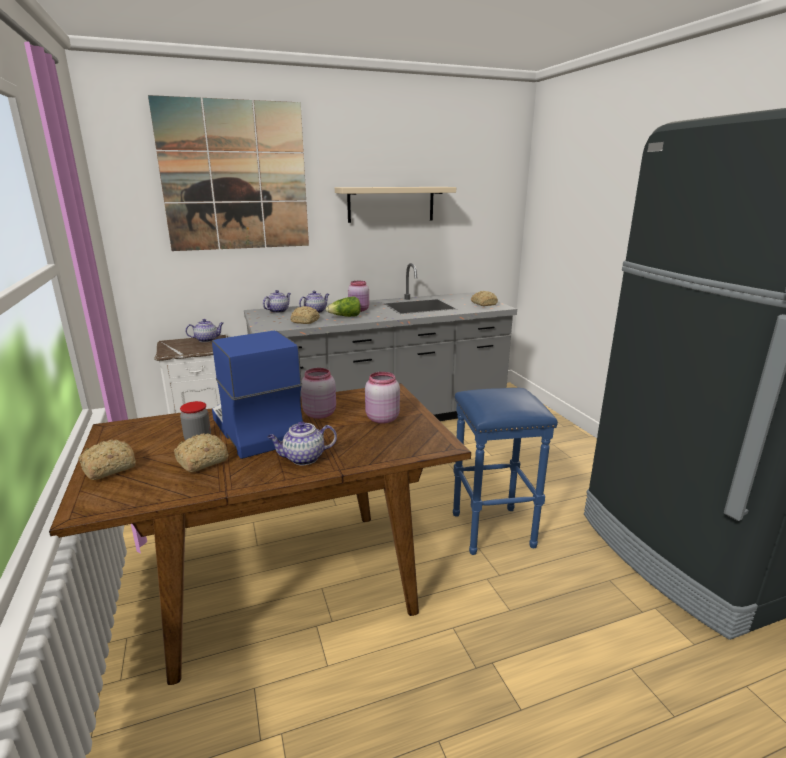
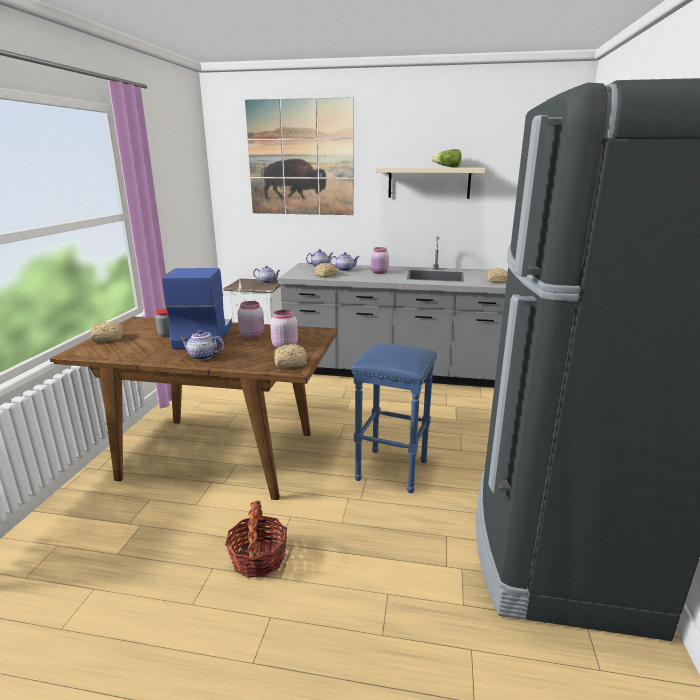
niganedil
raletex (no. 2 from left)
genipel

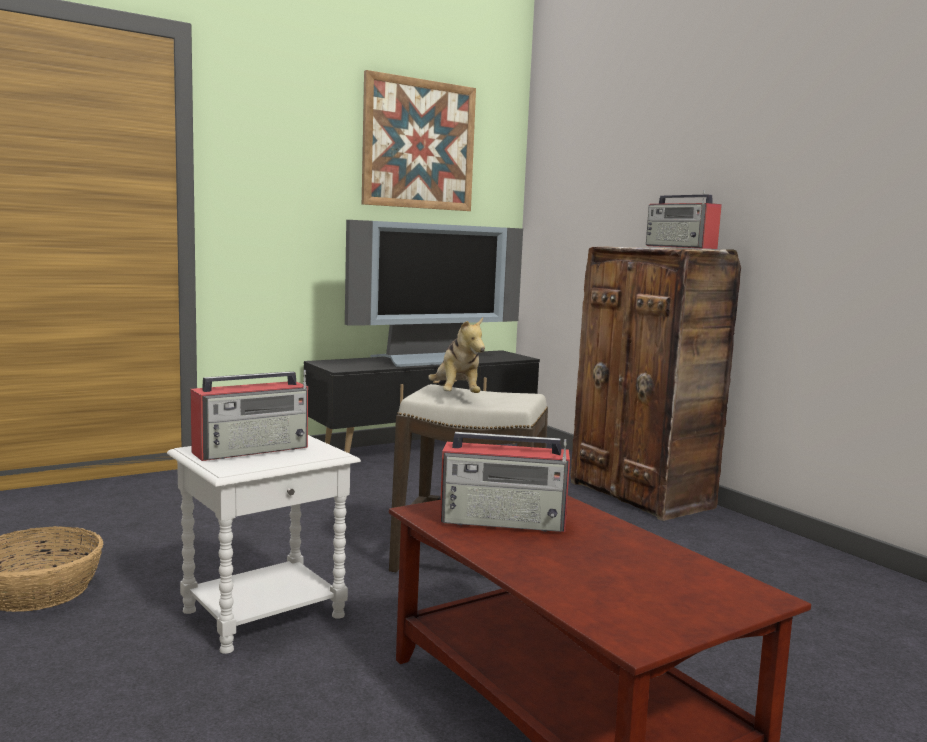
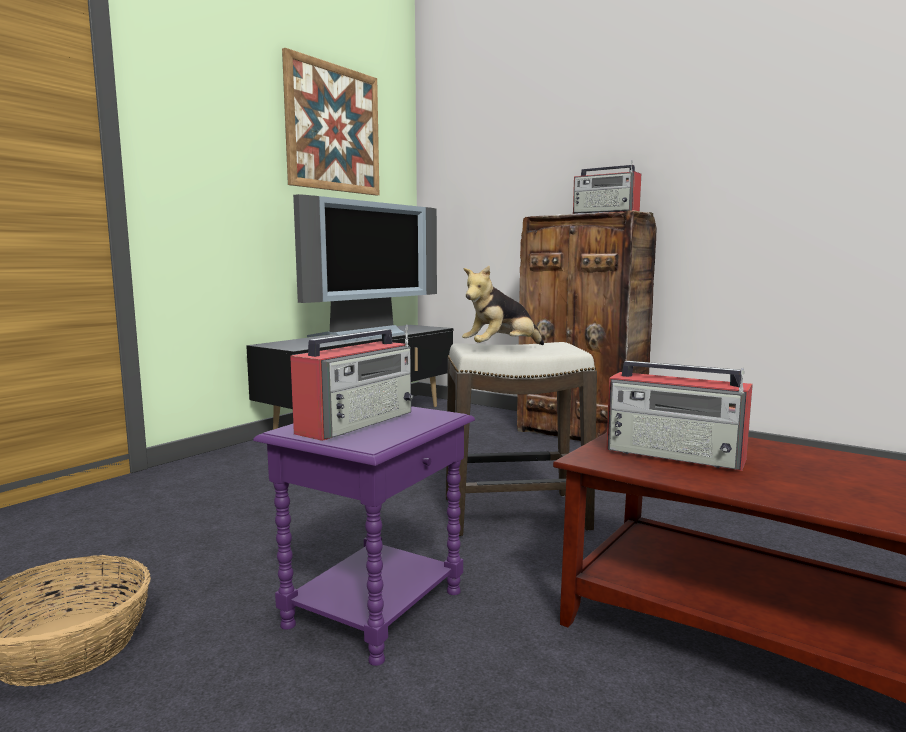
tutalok
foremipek (no. 3 from left)
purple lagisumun

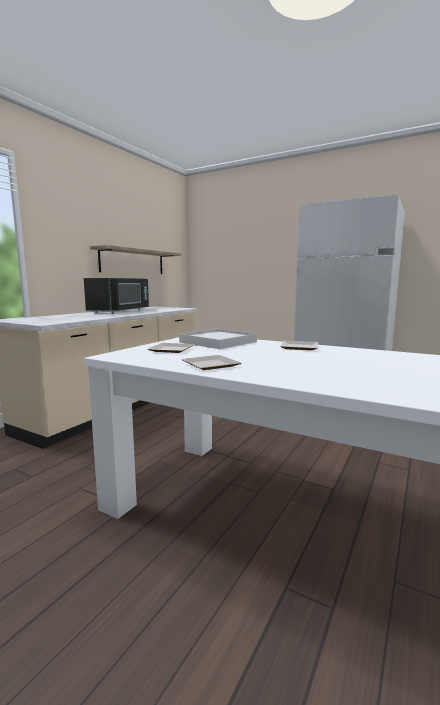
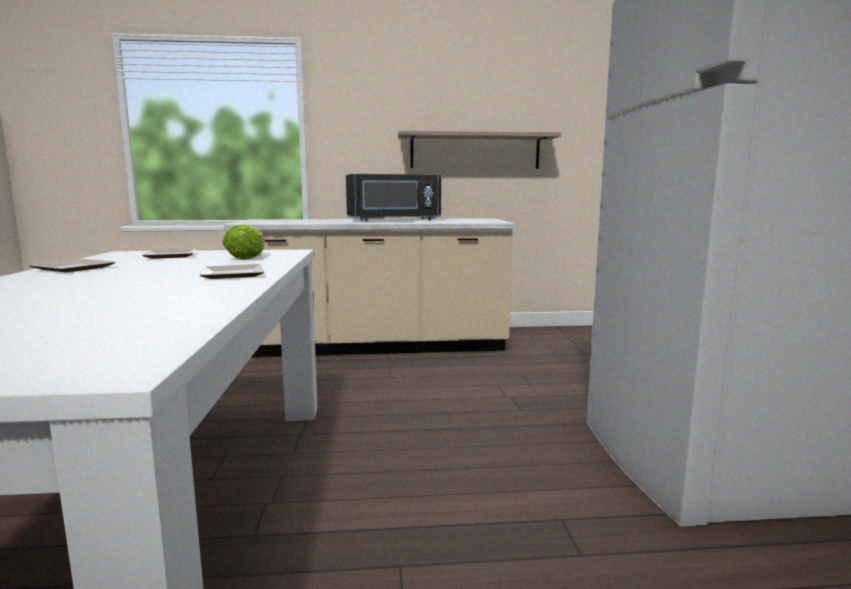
niganedil

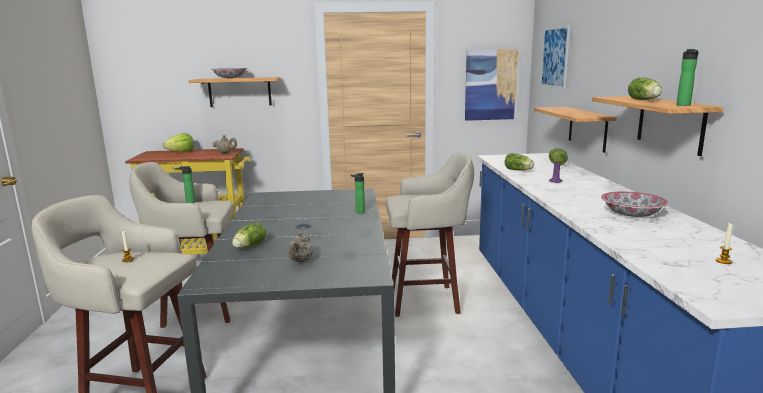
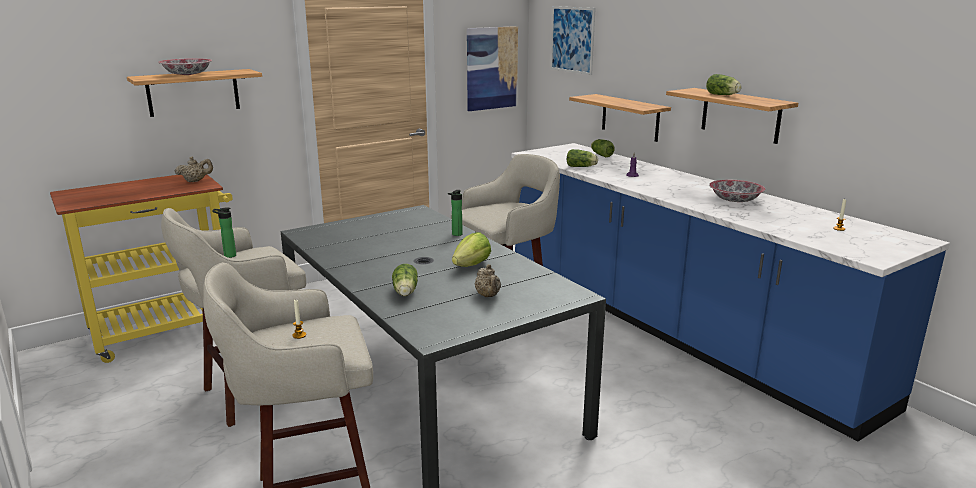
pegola (no. 3 from left in the first image)
niganedil (no. 2 from left)

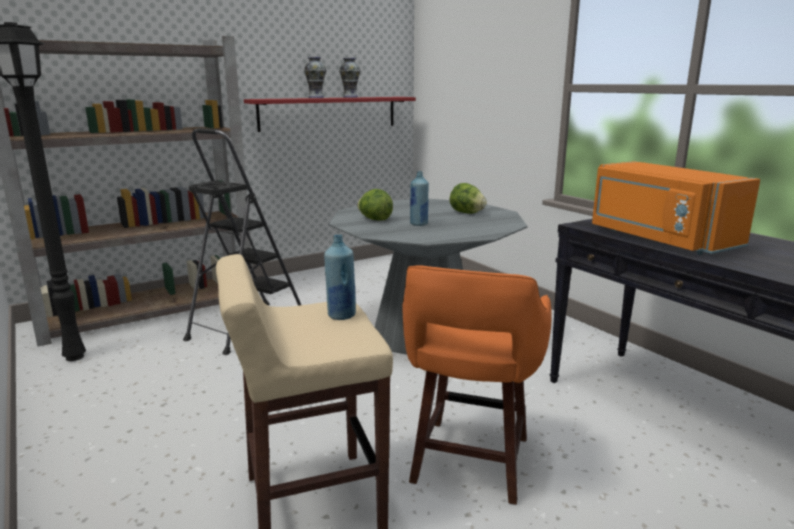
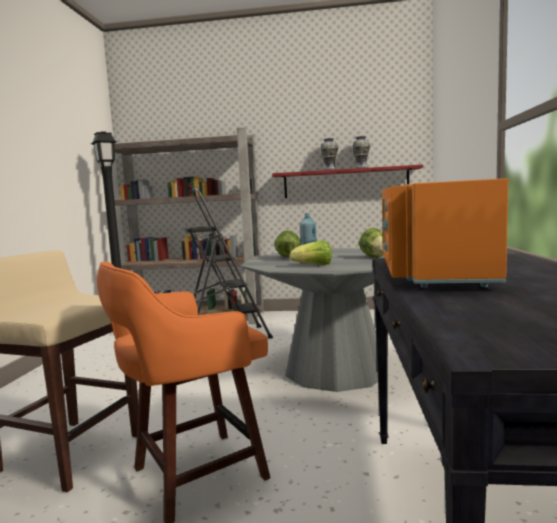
blue pegola (no. 1 from left in the first image)
niganedil (no. 2 from left)

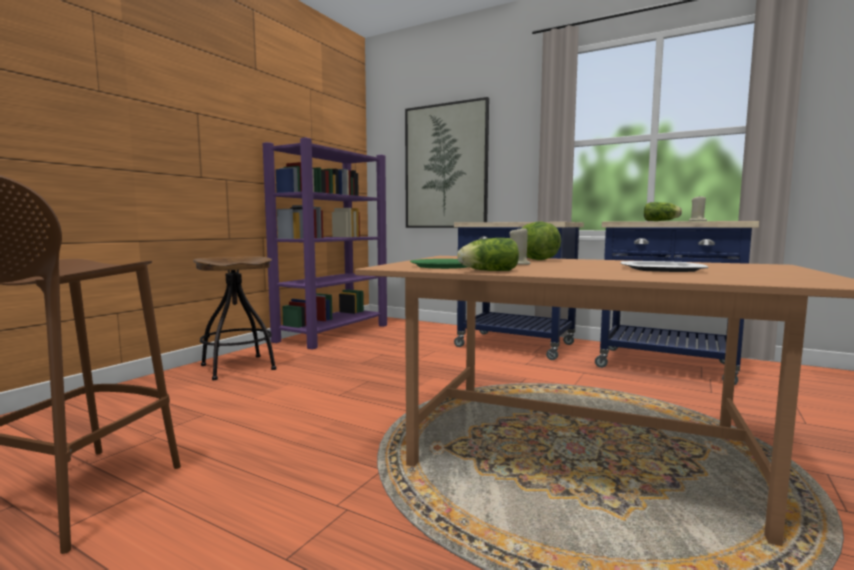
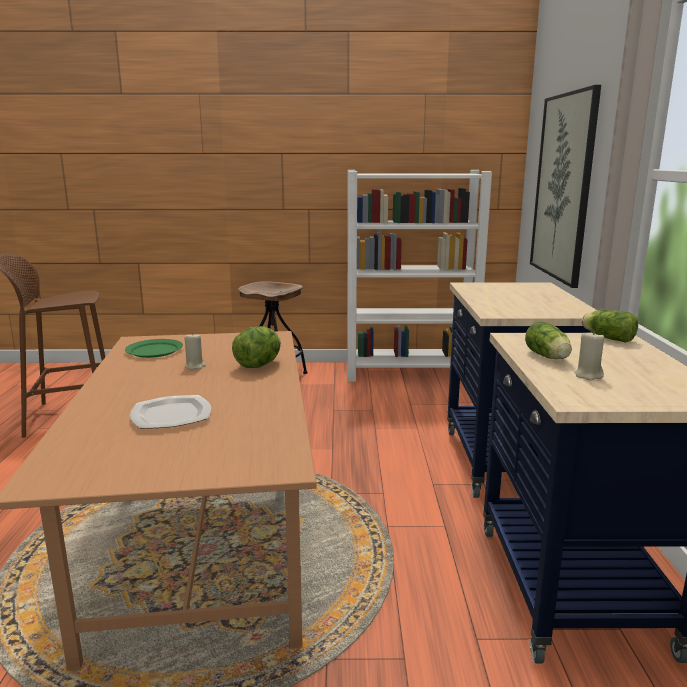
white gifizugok
niganedil (no. 3 from left)

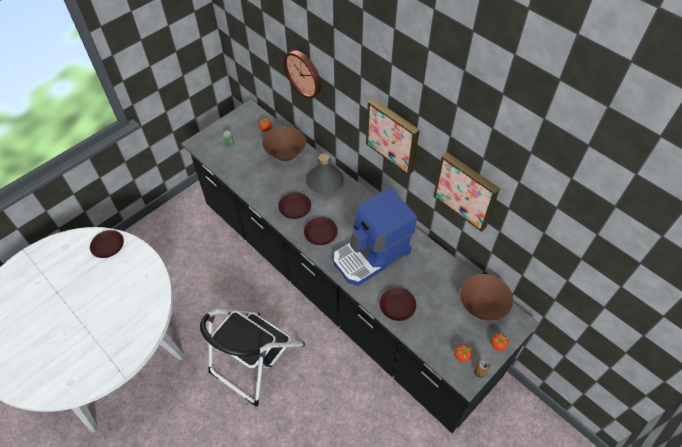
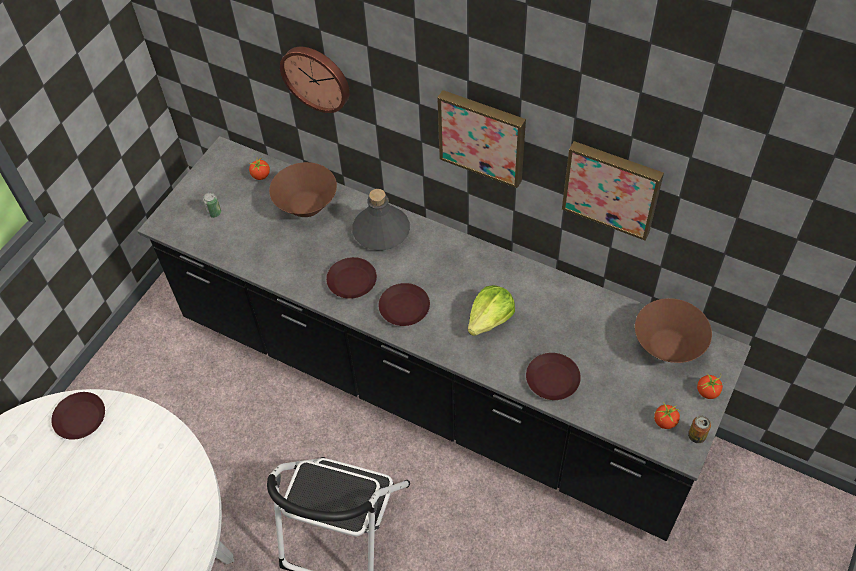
niganedil

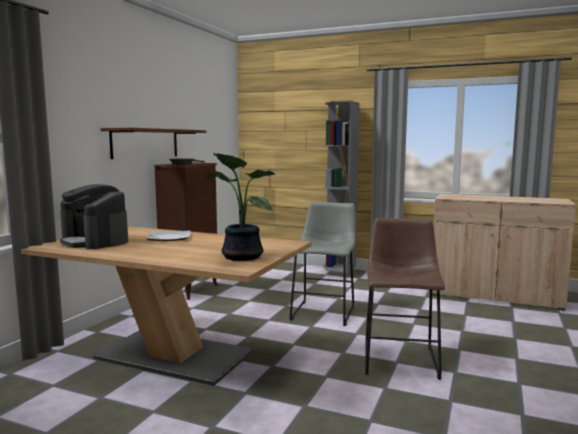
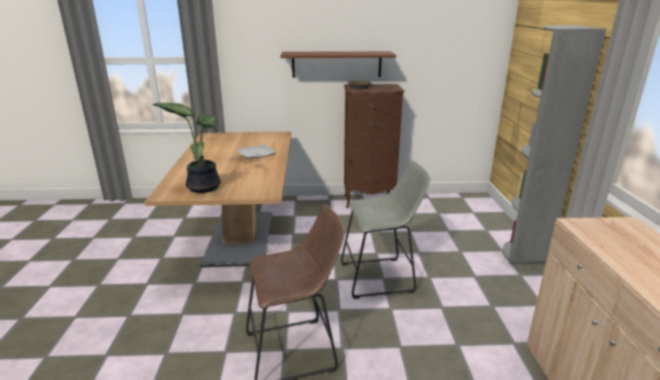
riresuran

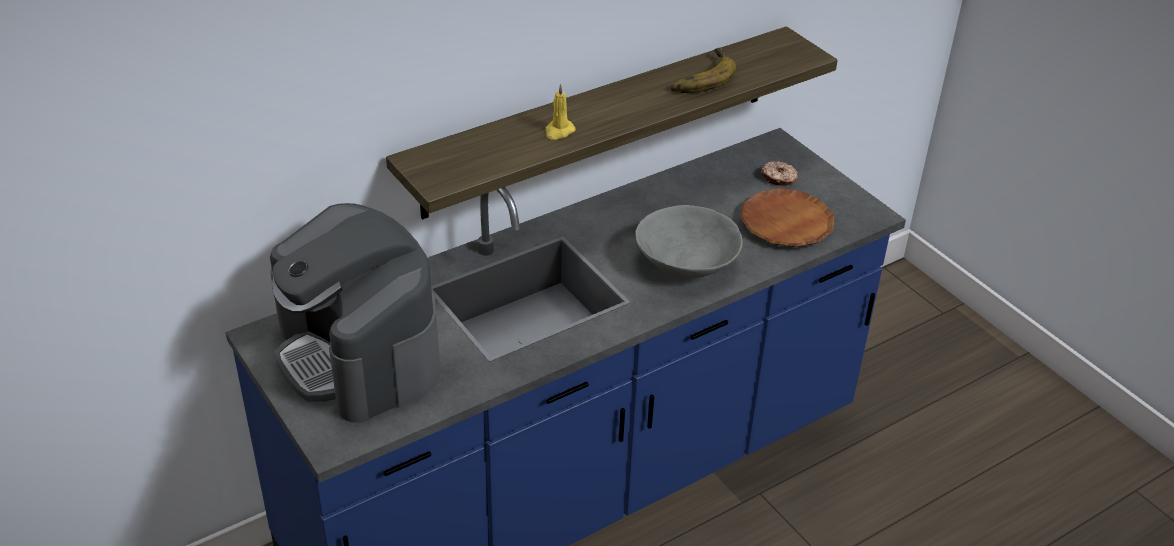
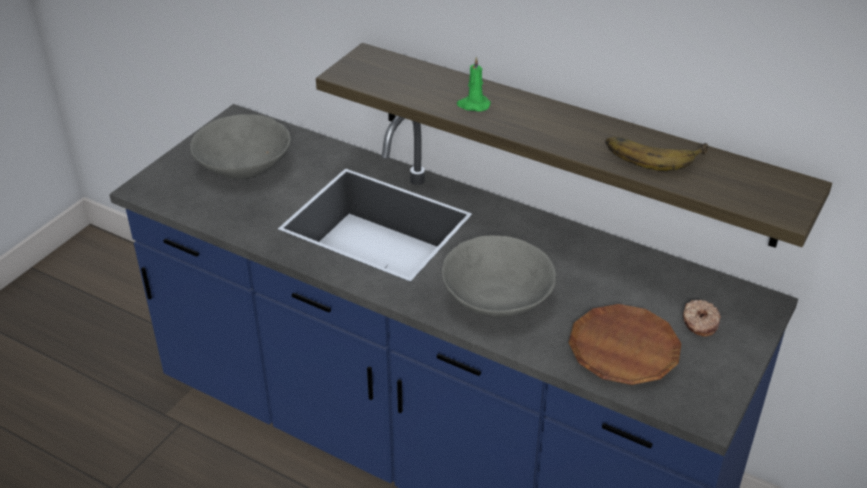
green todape
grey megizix (no. 1 from left)

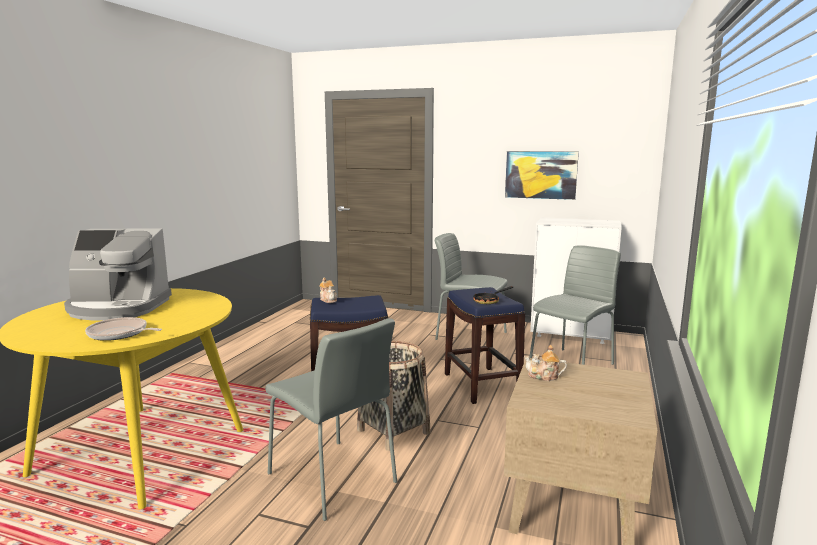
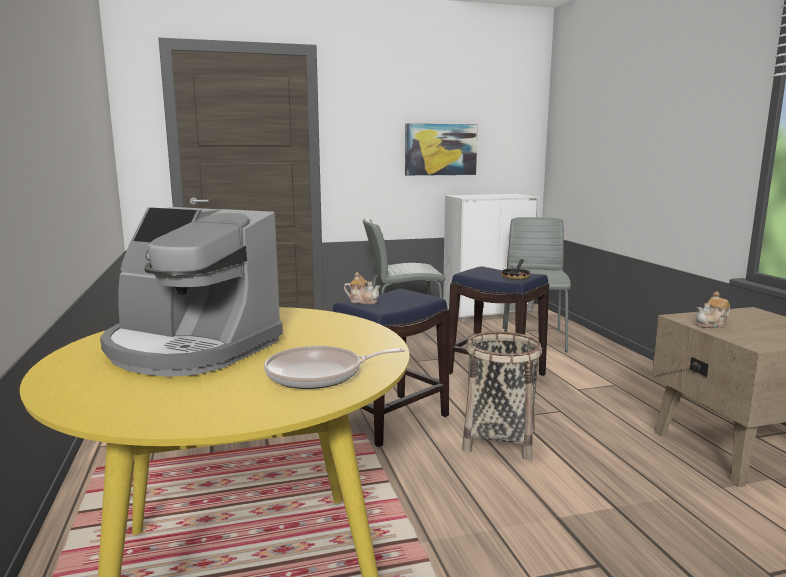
riresuran
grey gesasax (no. 1 from left in the first image)

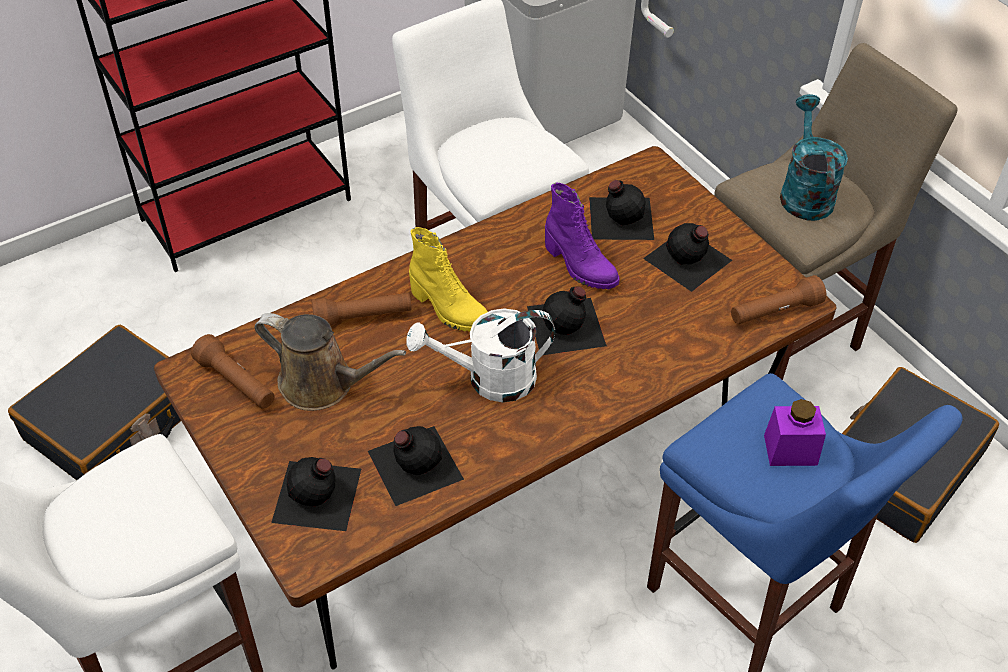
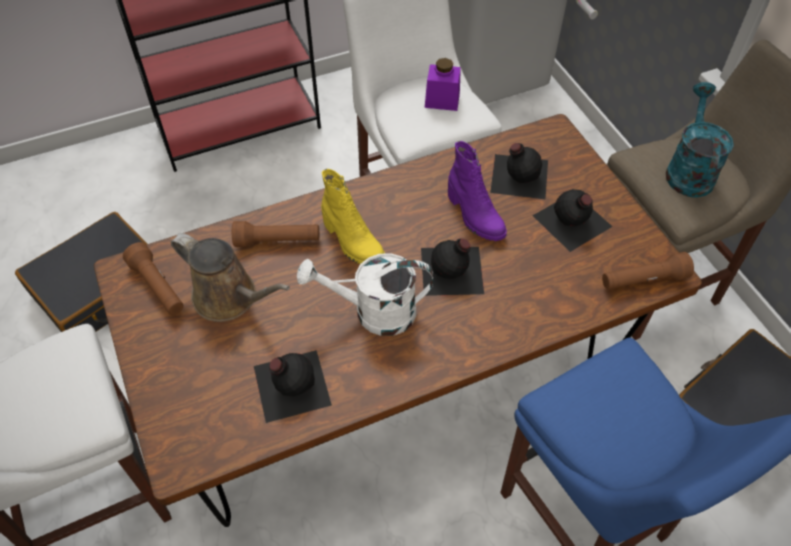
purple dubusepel
black pegola (no. 1 from left in the first image)

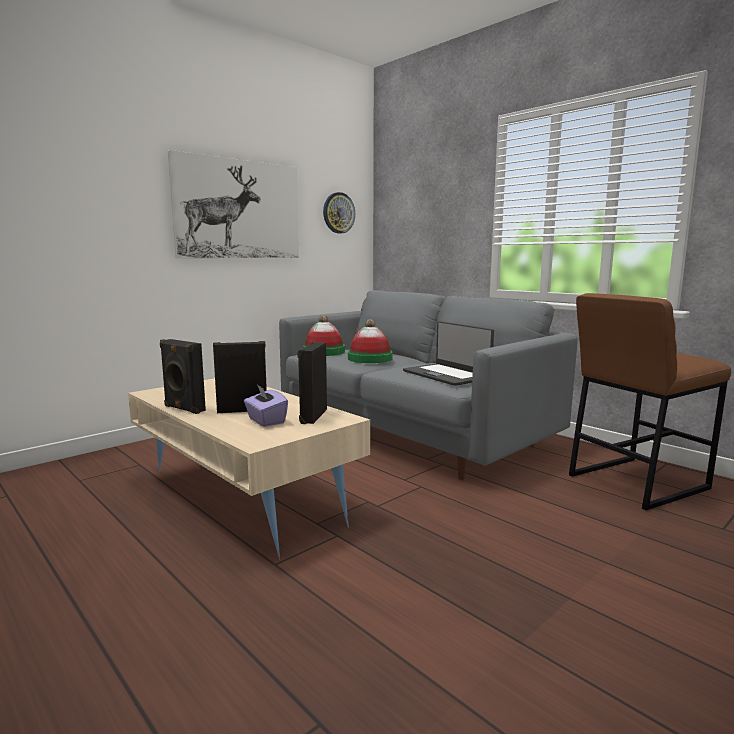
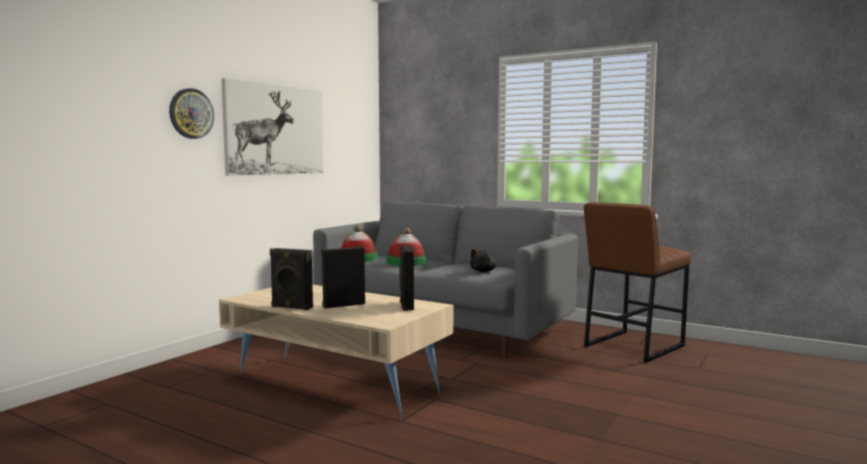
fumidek
black tutalok
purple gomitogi

